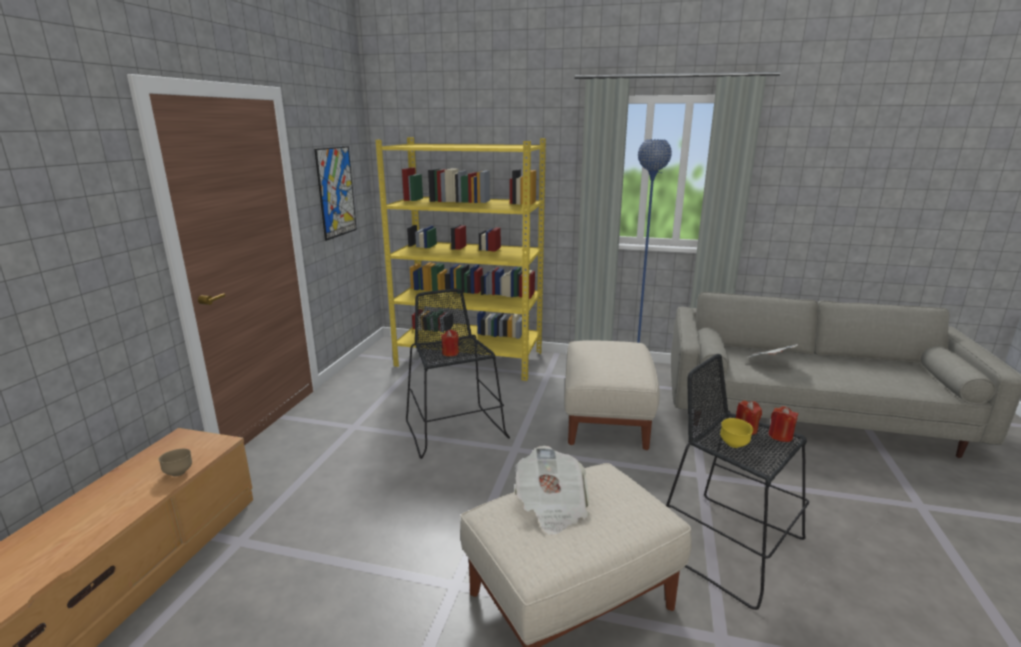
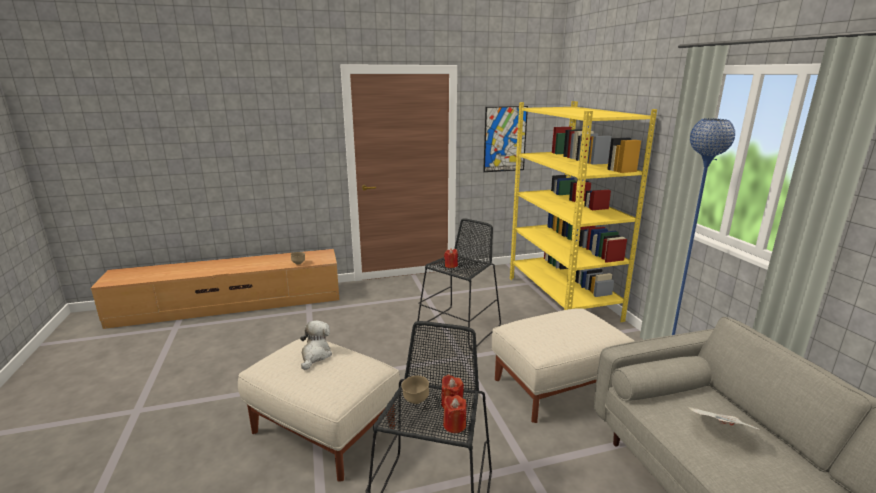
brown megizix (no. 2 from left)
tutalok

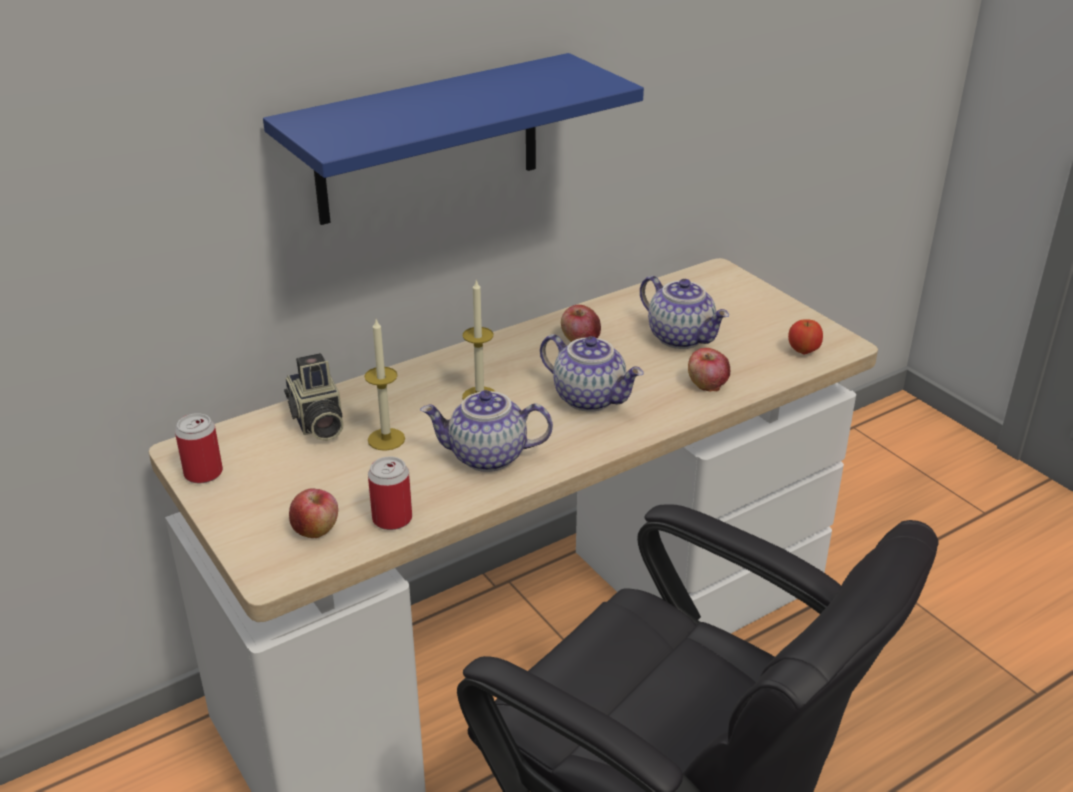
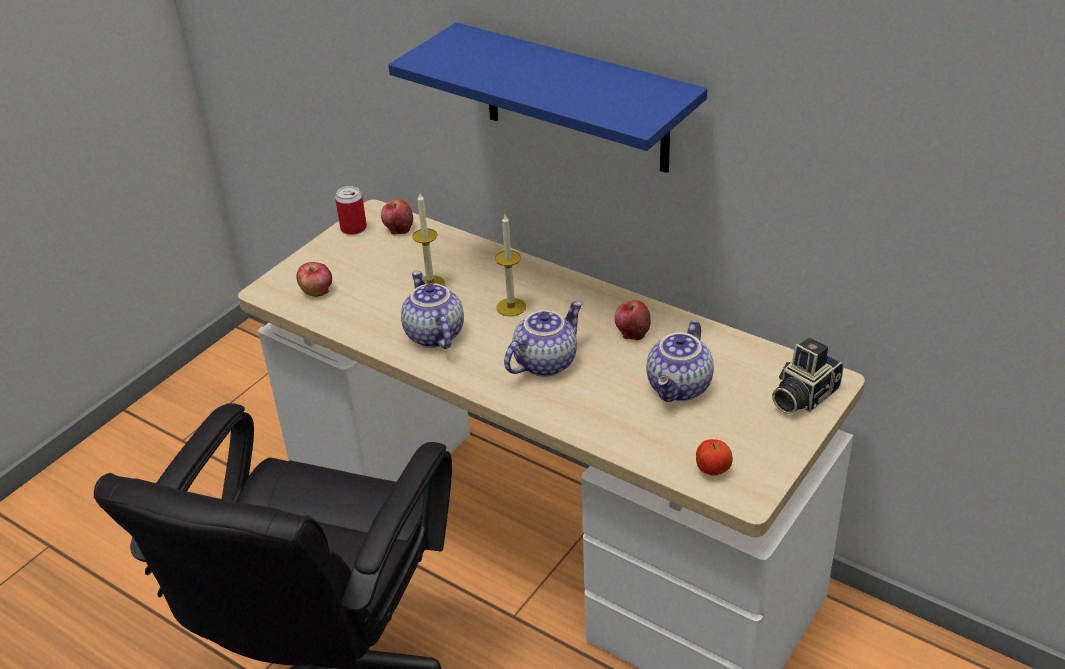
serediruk (no. 2 from left)
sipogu (no. 2 from left)
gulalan
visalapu (no. 2 from left in the first image)

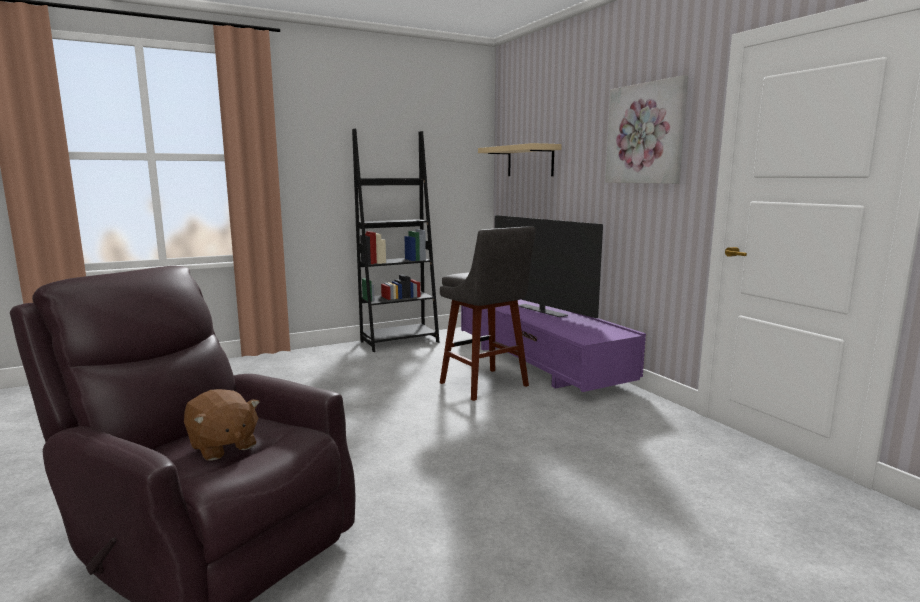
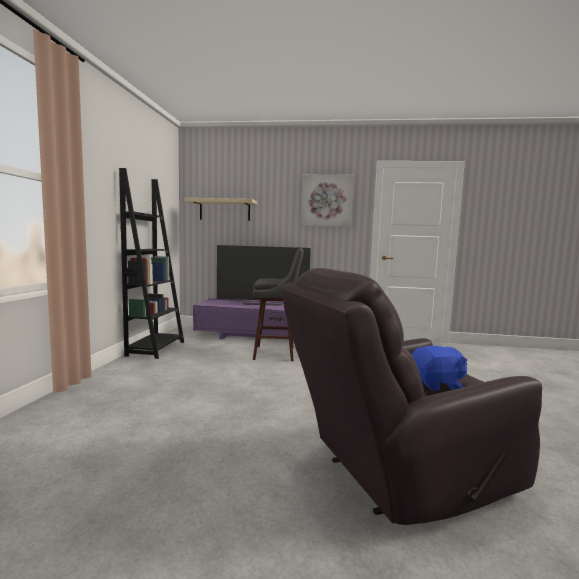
blue tutalok

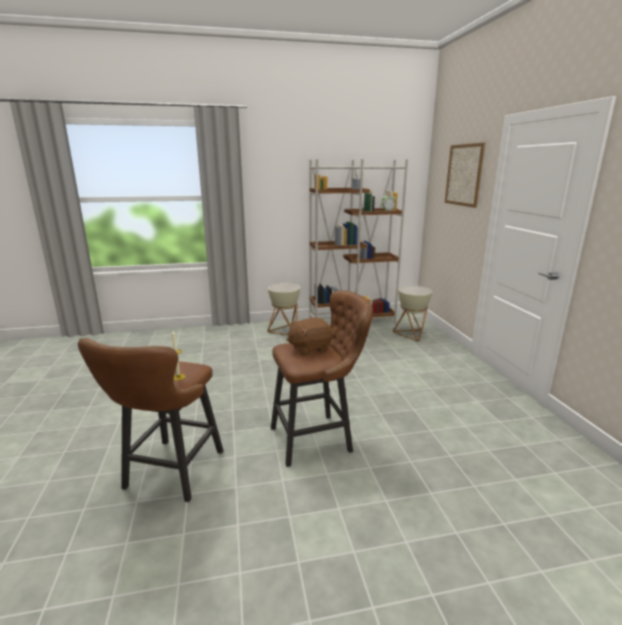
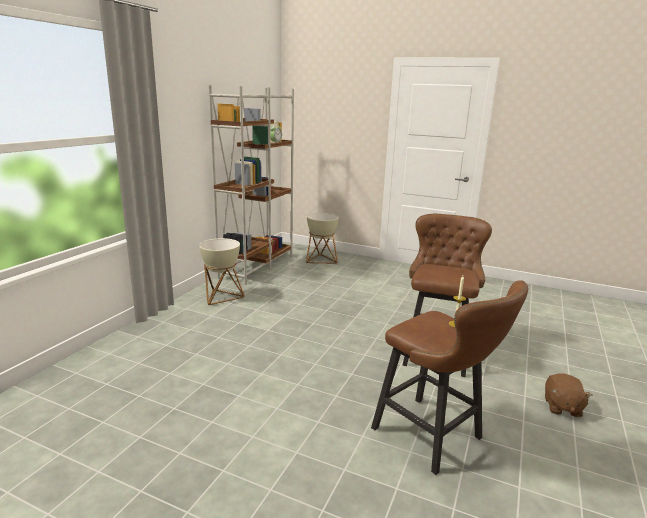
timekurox
brown tutalok

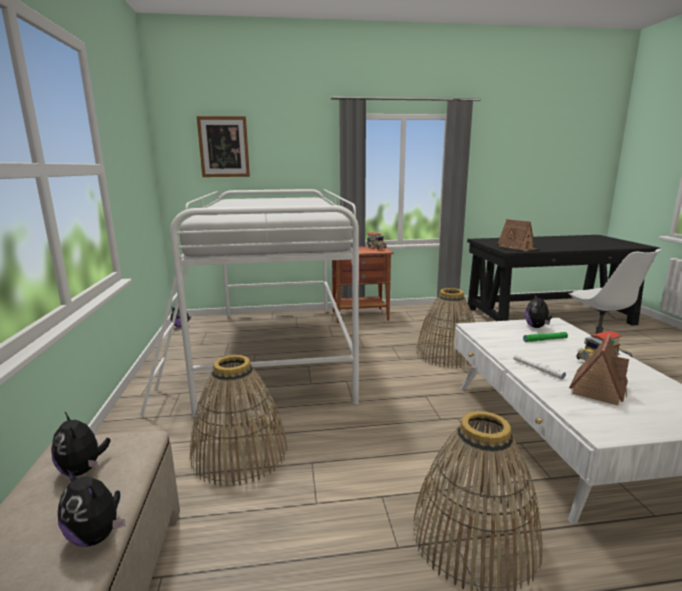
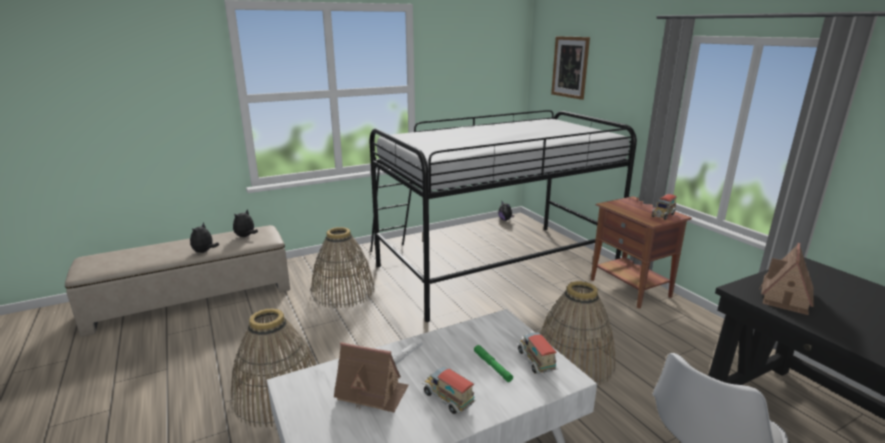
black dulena
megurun (no. 2 from left)

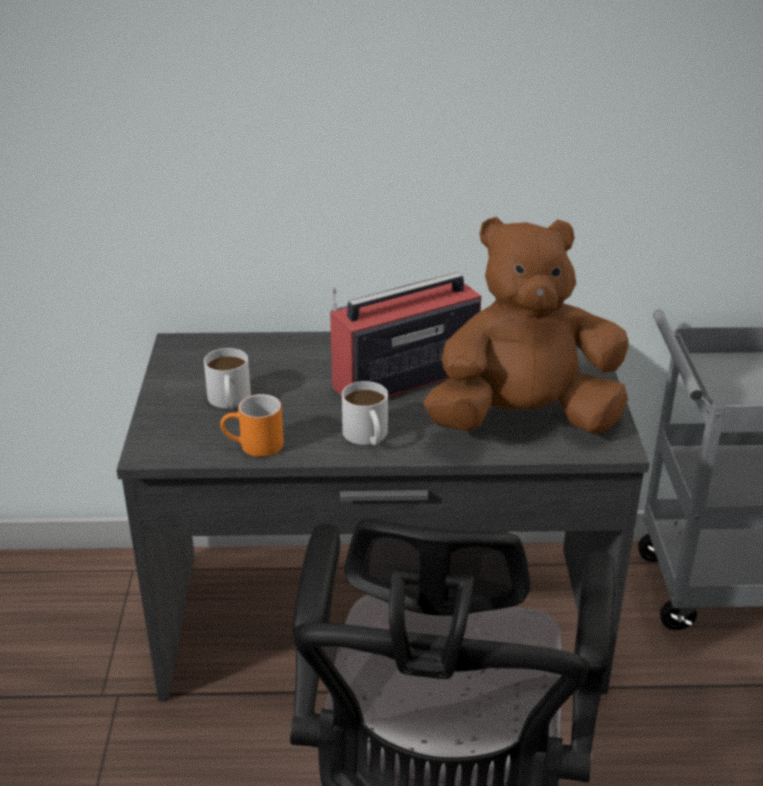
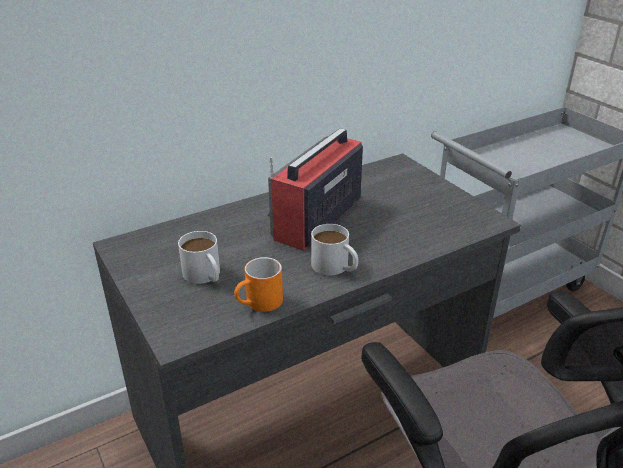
brown tutalok

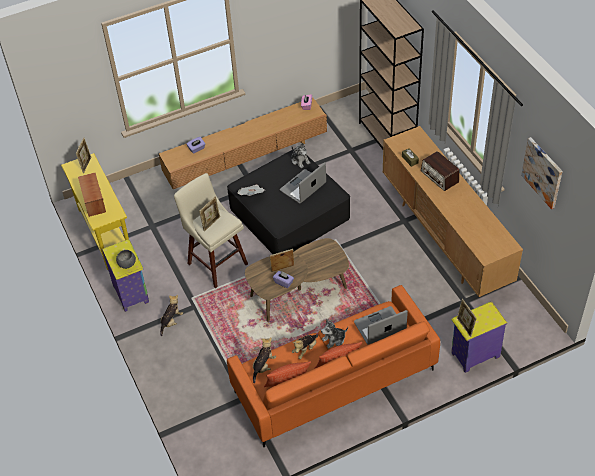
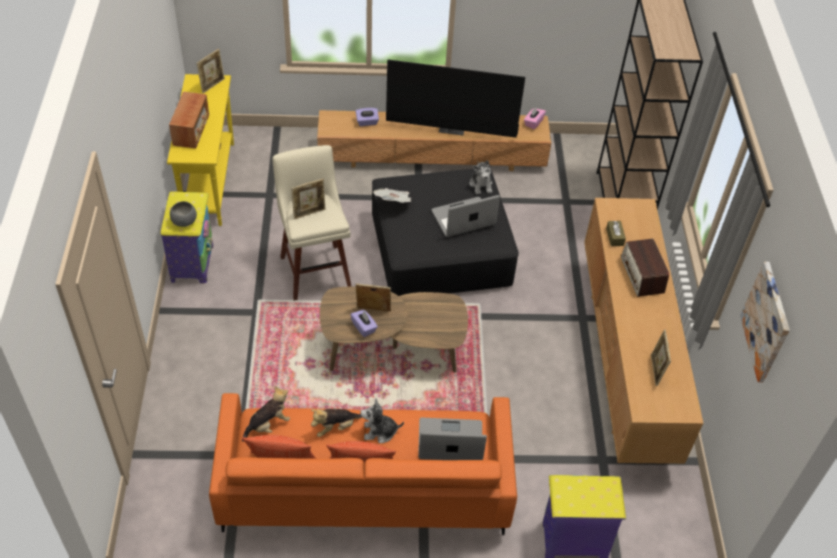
tutalok (no. 1 from left in the first image)
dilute (no. 4 from left)
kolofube

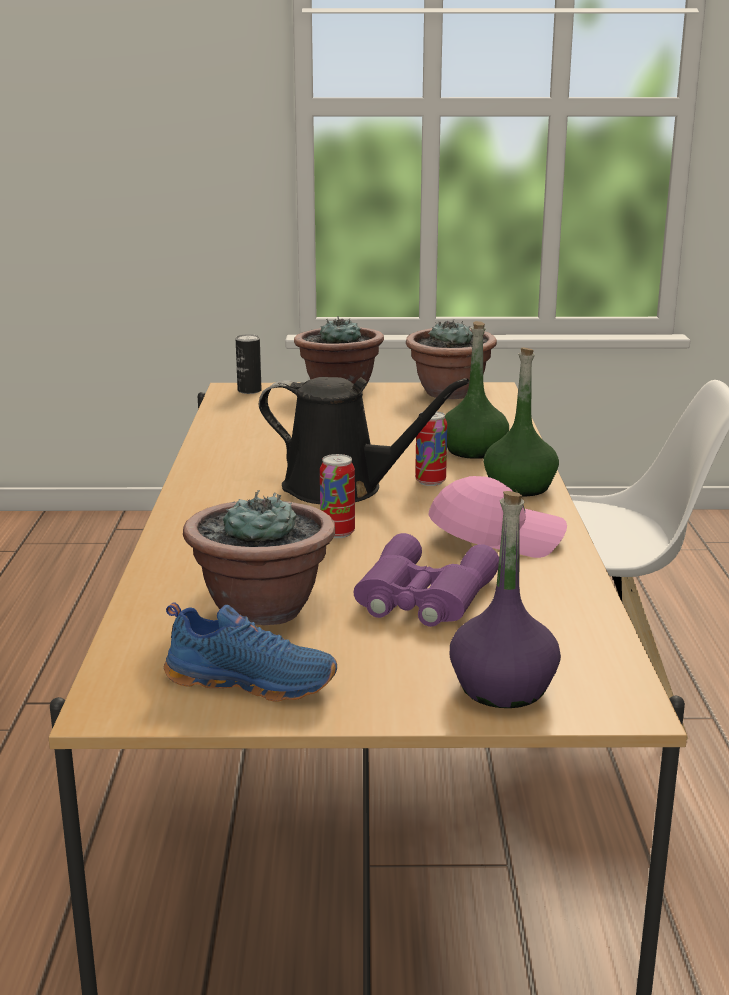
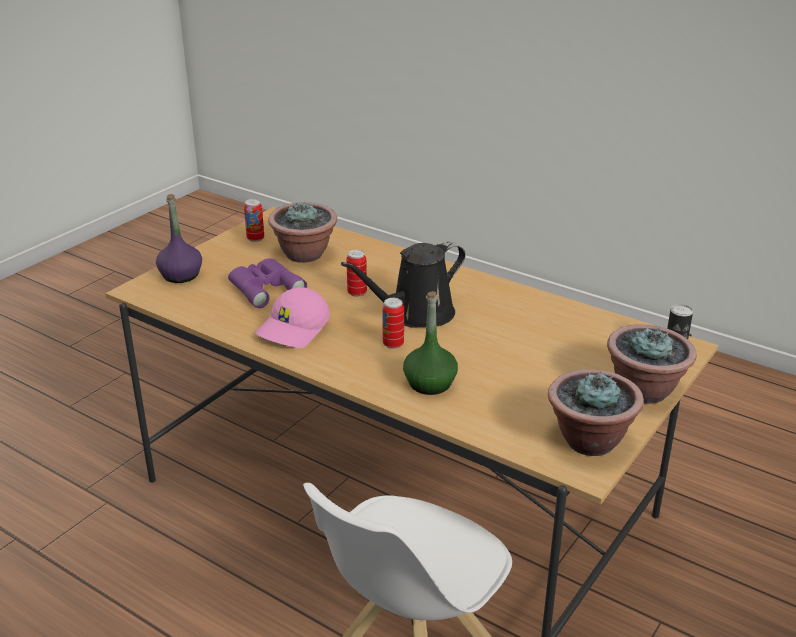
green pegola (no. 2 from left in the first image)
visalapu (no. 1 from left)

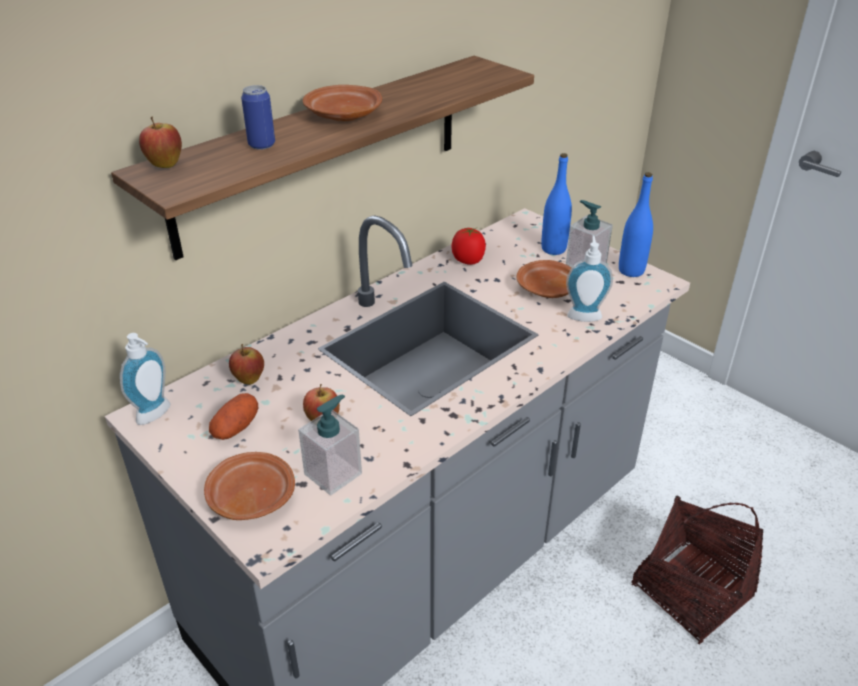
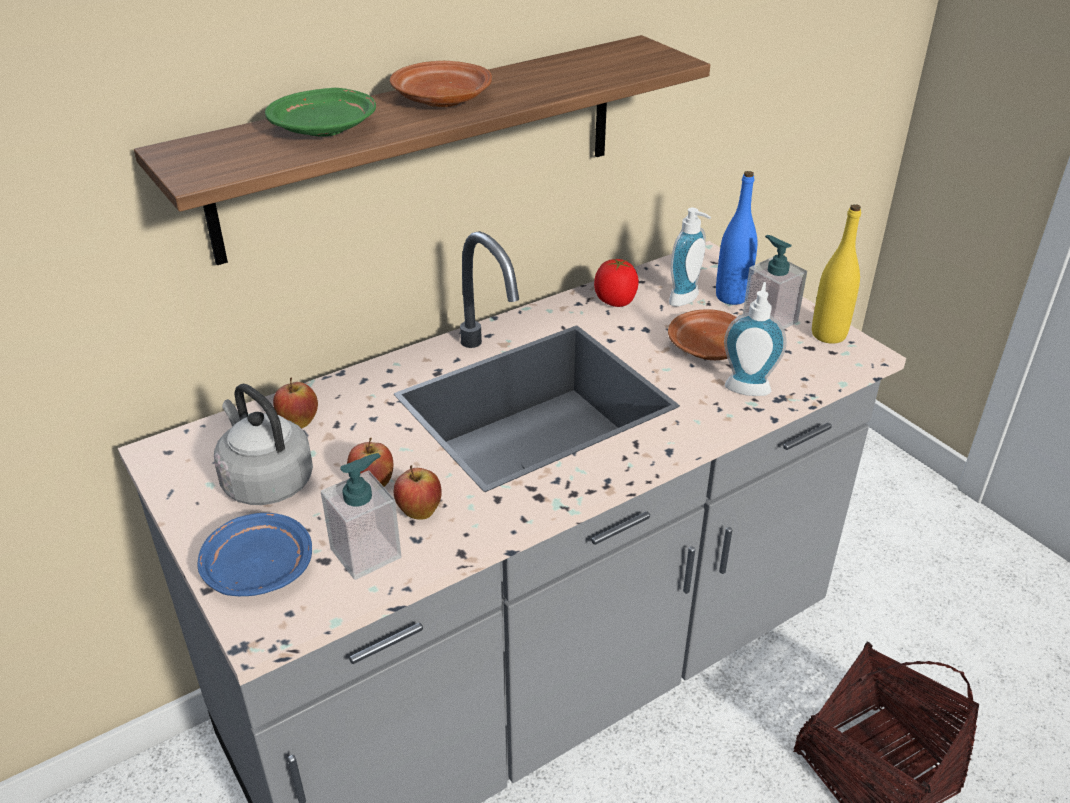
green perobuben
sipogu (no. 3 from left)
yellow pegola
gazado (no. 2 from left)
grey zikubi
blue perobuben

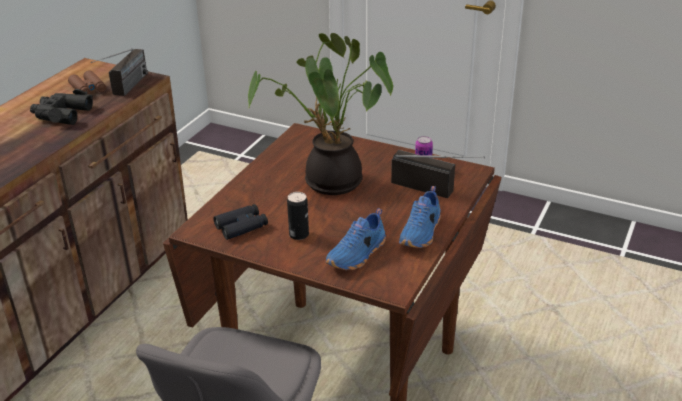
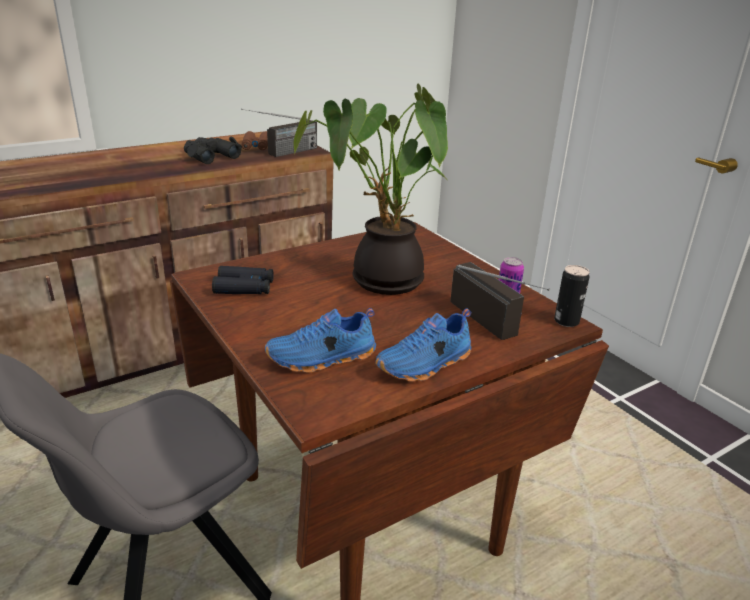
visalapu (no. 2 from left)

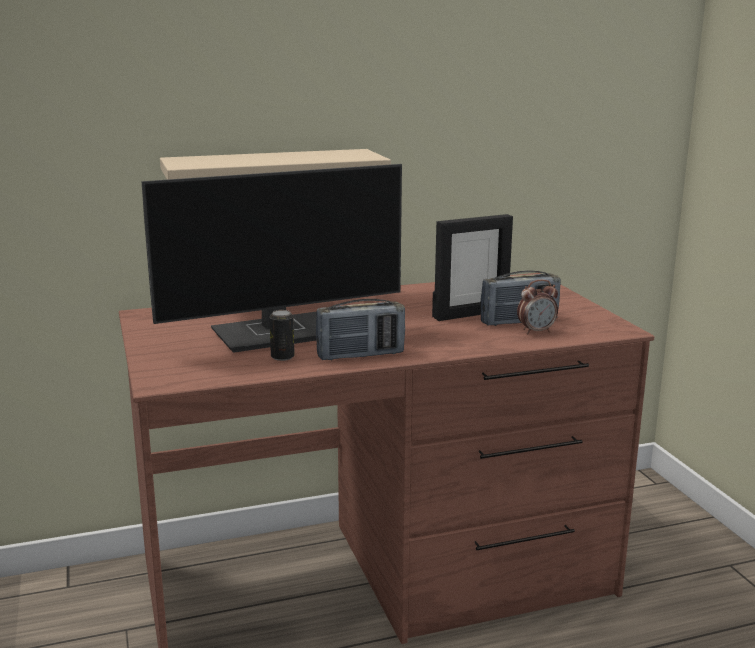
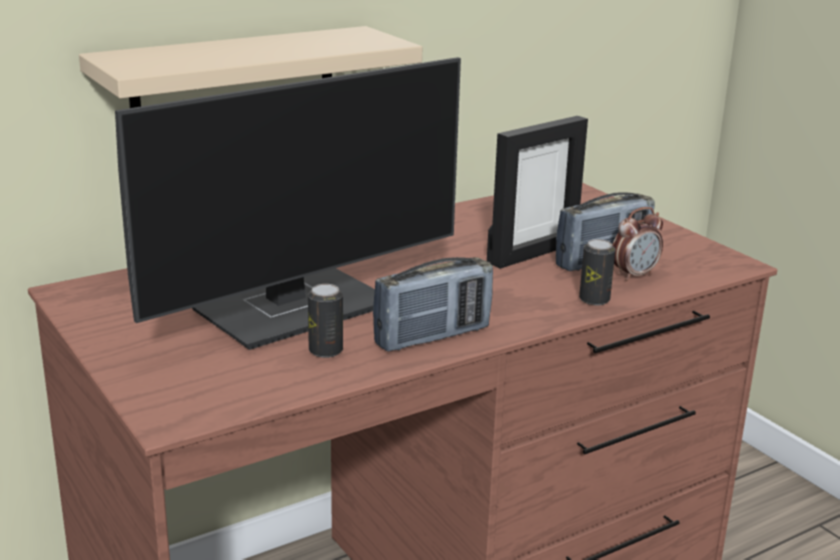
visalapu (no. 2 from left)

